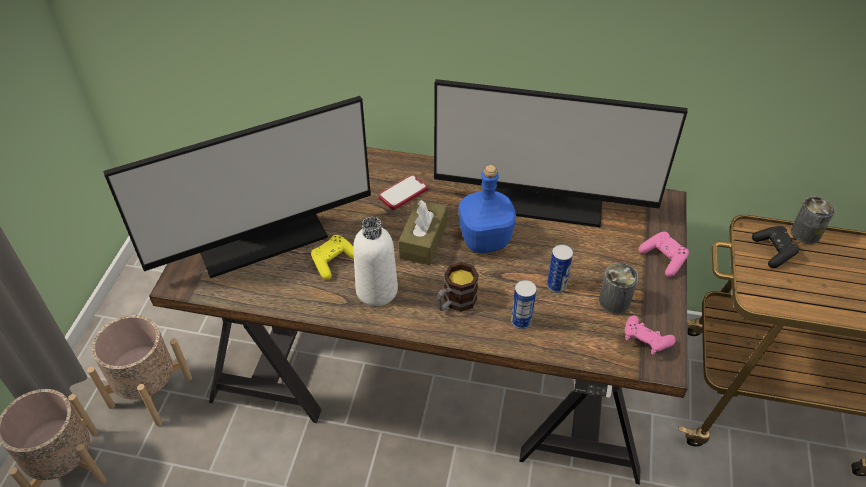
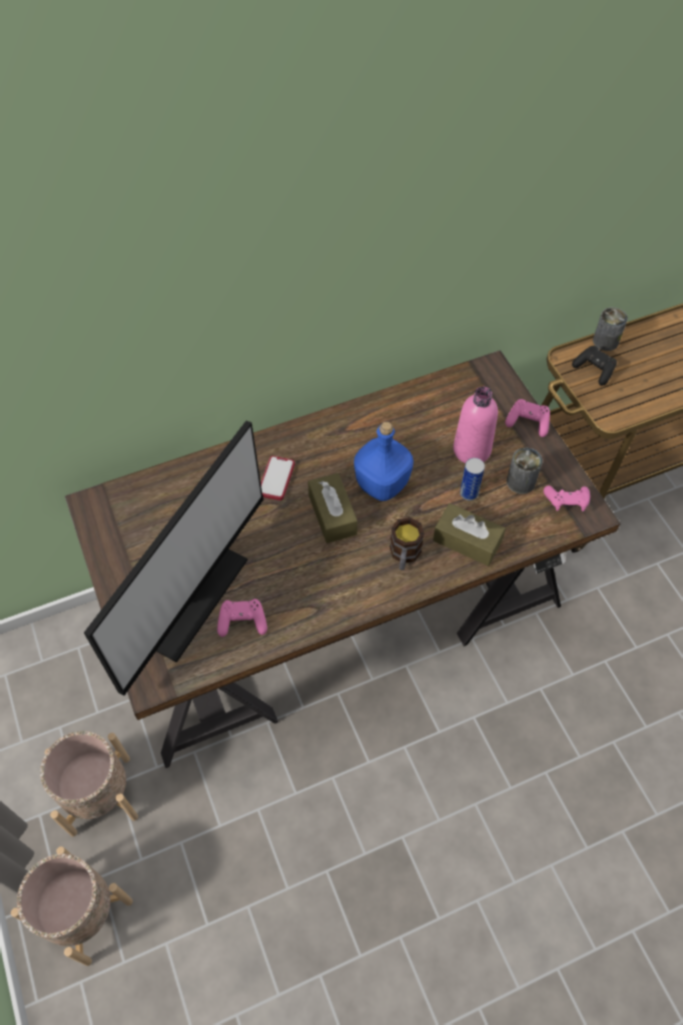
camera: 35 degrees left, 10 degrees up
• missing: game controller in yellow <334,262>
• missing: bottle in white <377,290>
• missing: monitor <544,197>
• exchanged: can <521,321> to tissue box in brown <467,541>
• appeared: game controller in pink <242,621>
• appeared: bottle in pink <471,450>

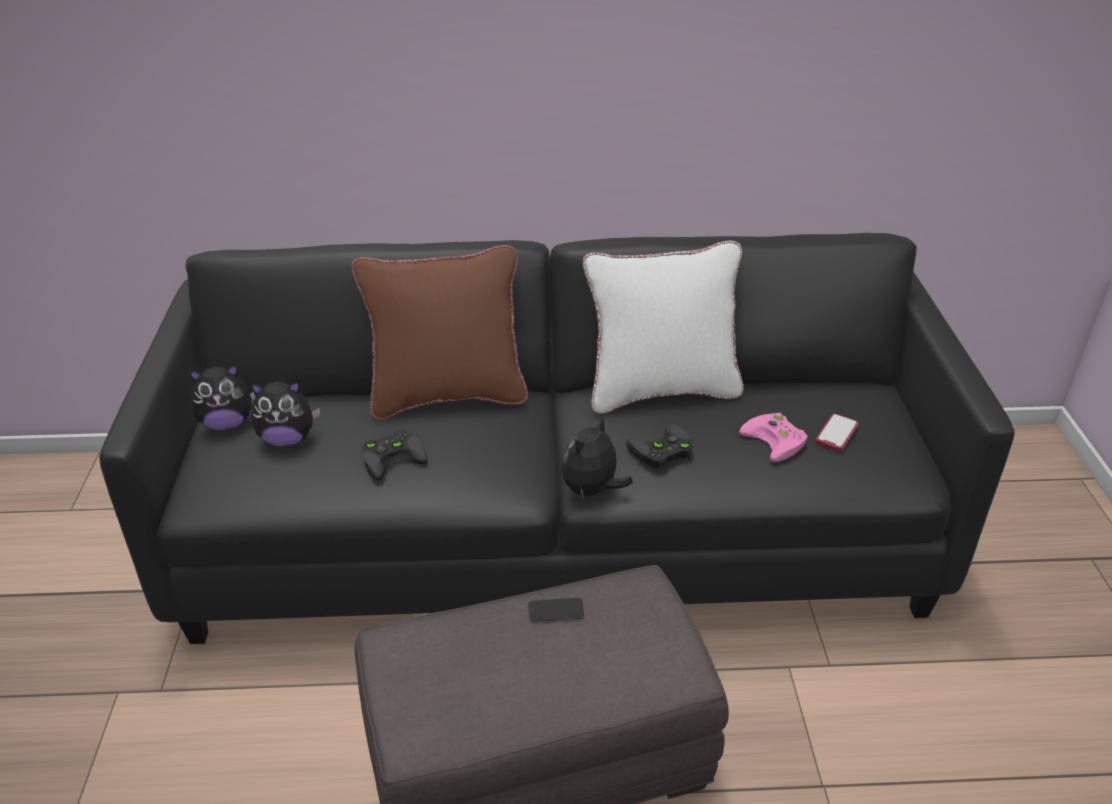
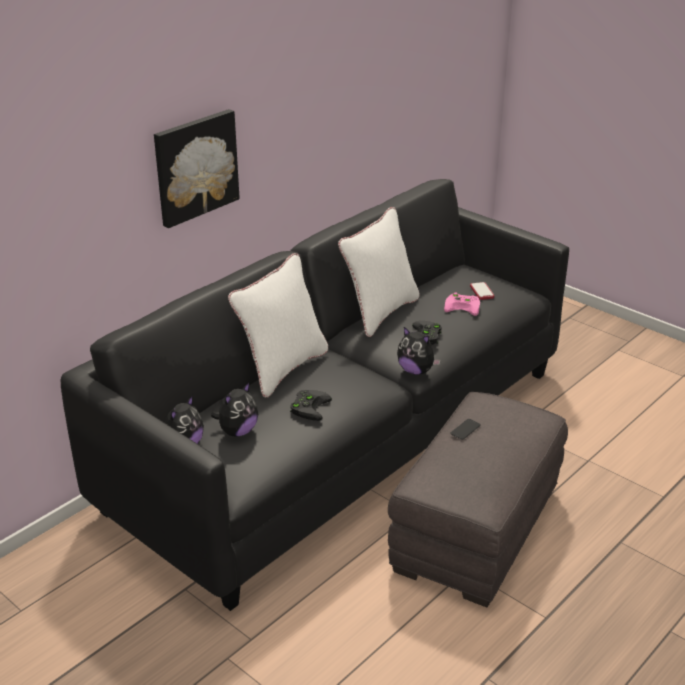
camera: 45 degrees left, 5 degrees down
• colour: pillow in brown <447,395> to pillow in white <282,368>
• spun: plush toy <592,490> = <416,371> 45 degrees counterclockwise
• appeared: picture <195,166>

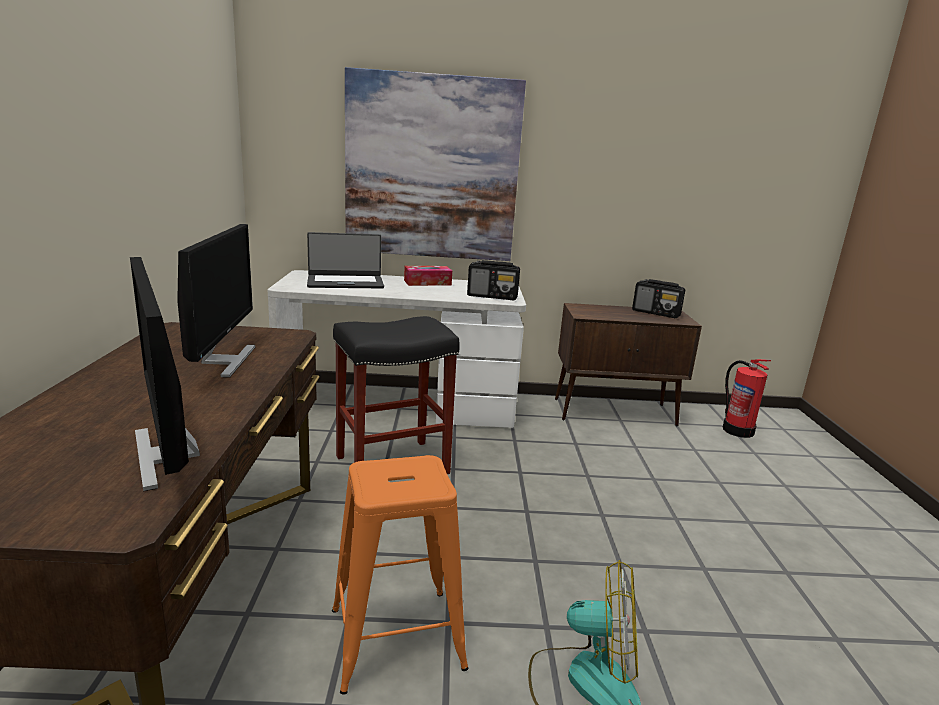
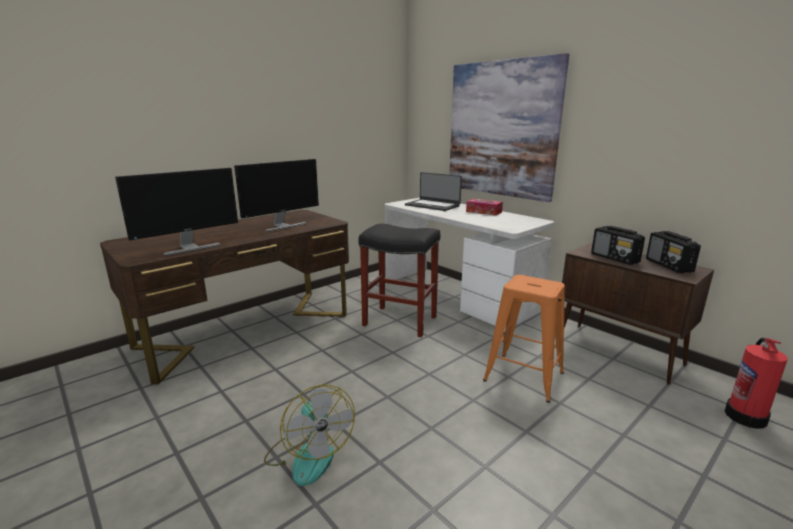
camera: 50 degrees right, 0 degrees up
• spun: monitor <168,454> = <189,248> 150 degrees counterclockwise
• relocated: stool in orange <396,638> to <523,376>
• relocated: radio <492,296> to <615,258>

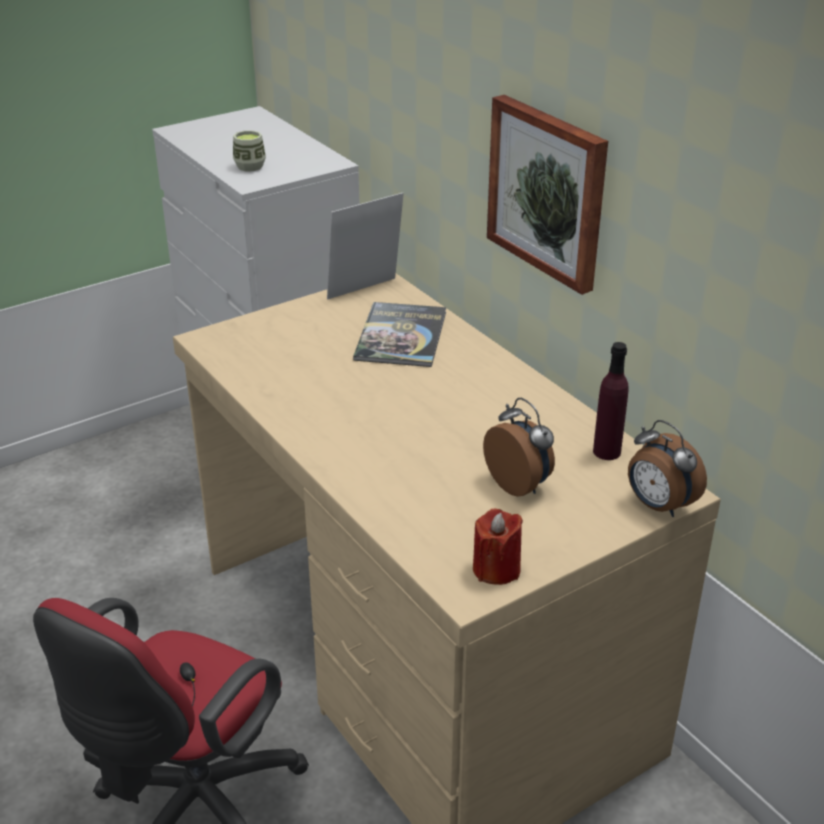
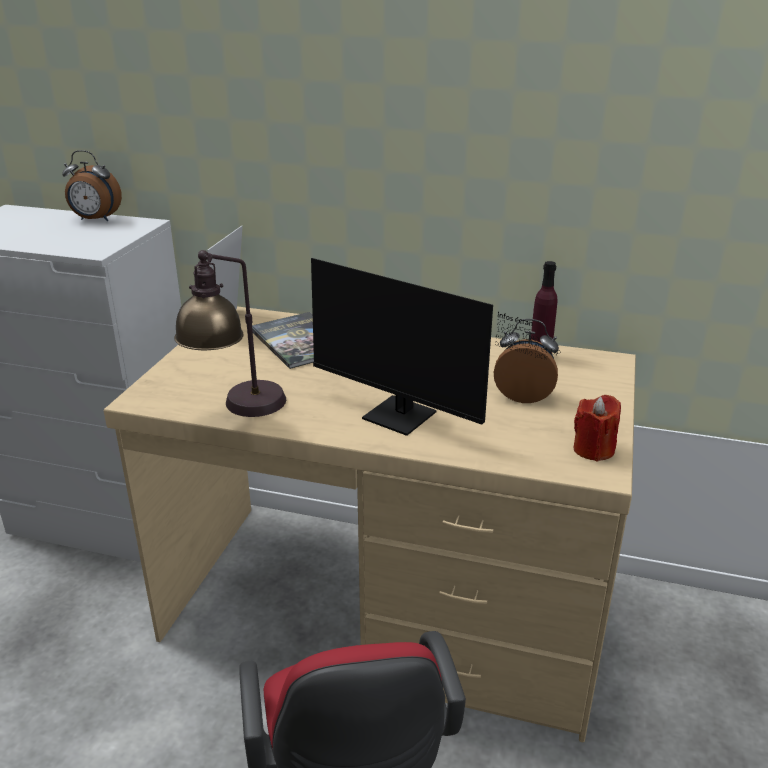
camera: 40 degrees left, 5 degrees down
• missing: cup <250,166>
• missing: picture <548,191>
• relocated: alarm clock <658,506> to <95,220>
• appeared: table lamp <238,411>
• appeared: monitor <406,419>

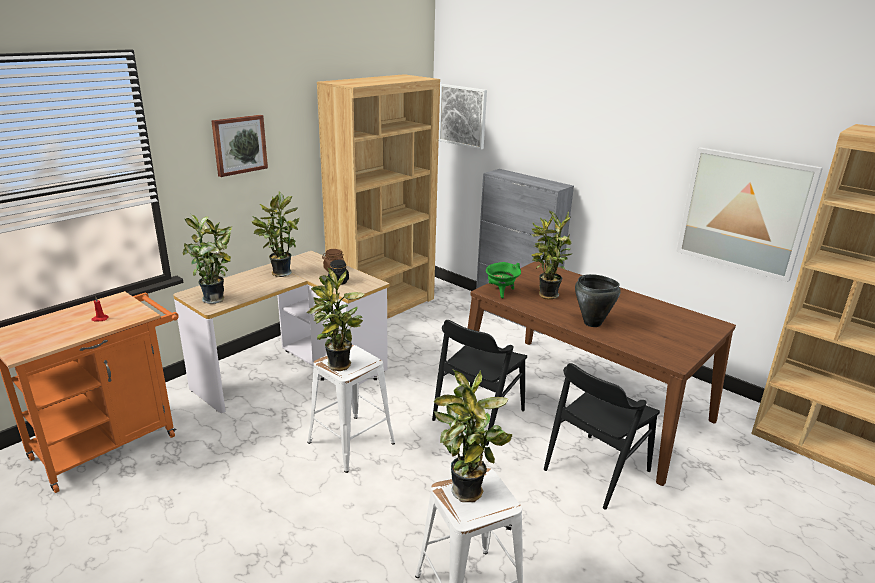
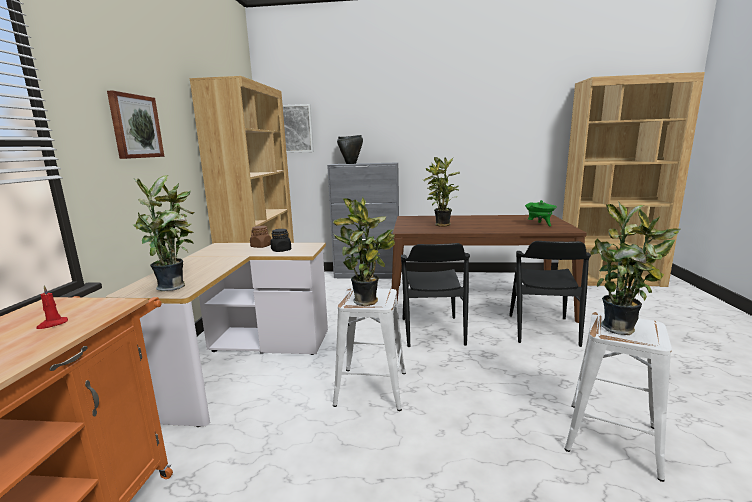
camera: 35 degrees left, 10 degrees down
• missing: potted plant <279,273>
• relocated: cooking pot in green <501,292> to <539,224>
• relocated: cooking pot in black <592,323> to <351,163>
• missing: picture <744,212>

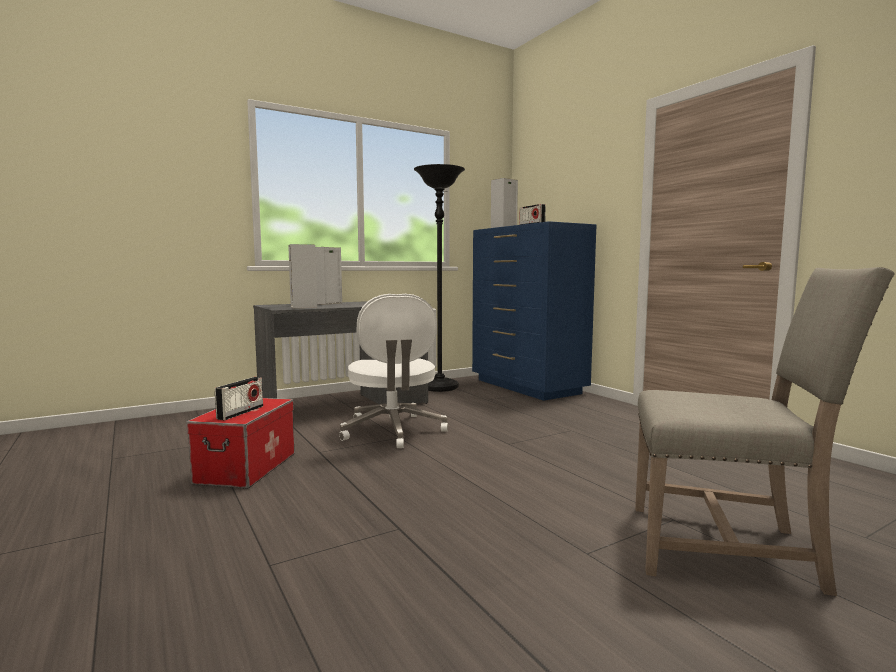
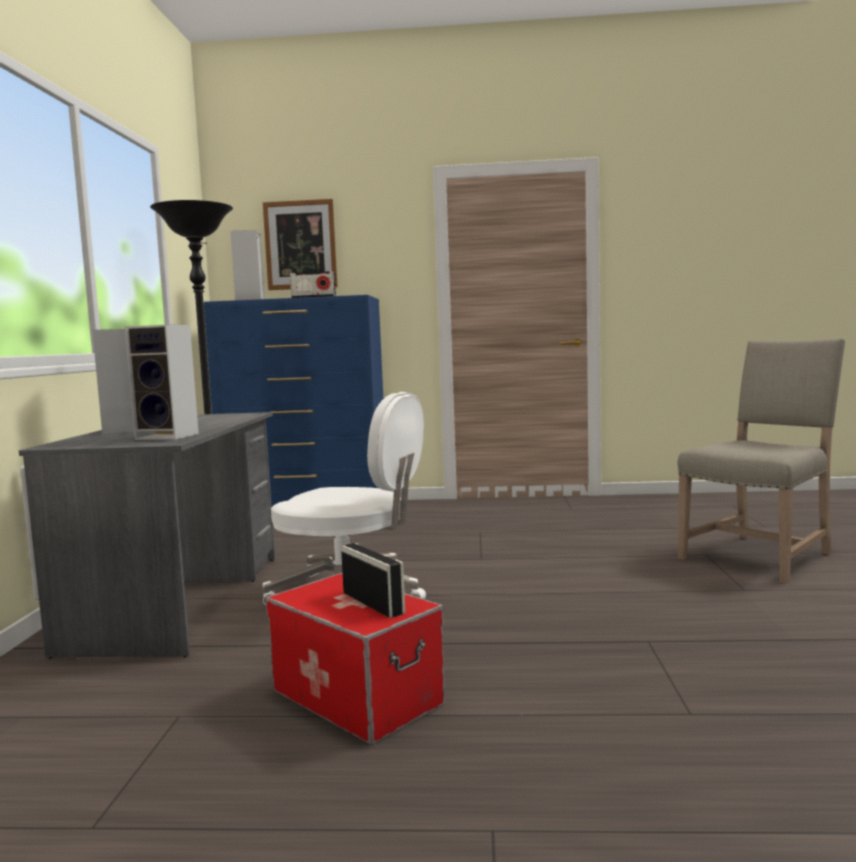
camera: 55 degrees left, 0 degrees up
• appeared: picture <300,245>

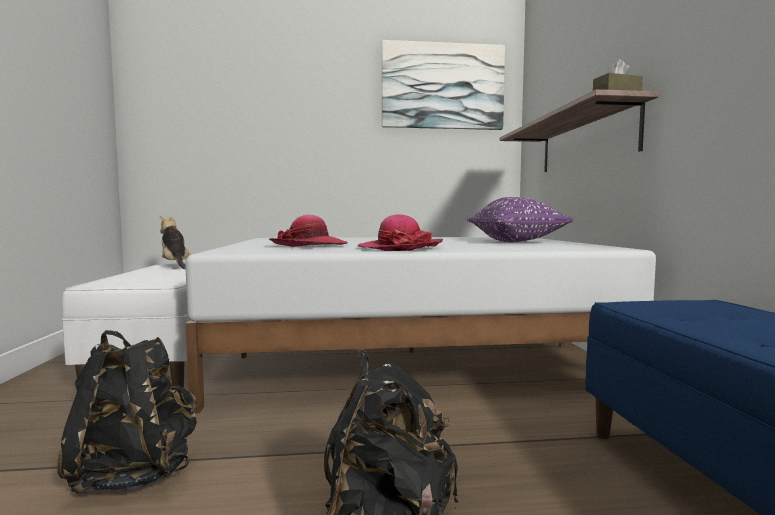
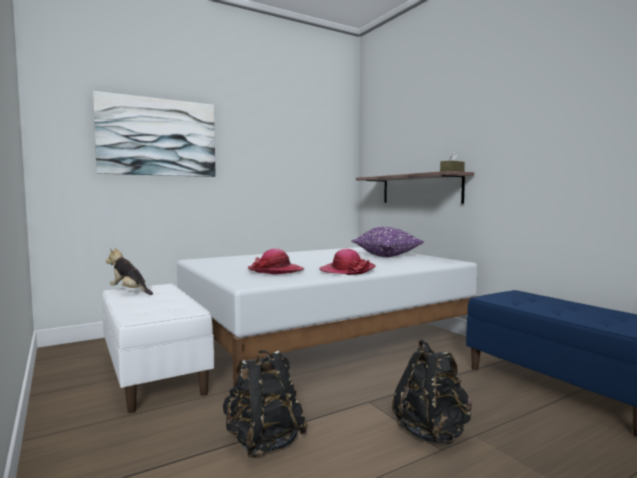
camera: 25 degrees left, 0 degrees up
• relocated: picture <442,86> to <158,137>

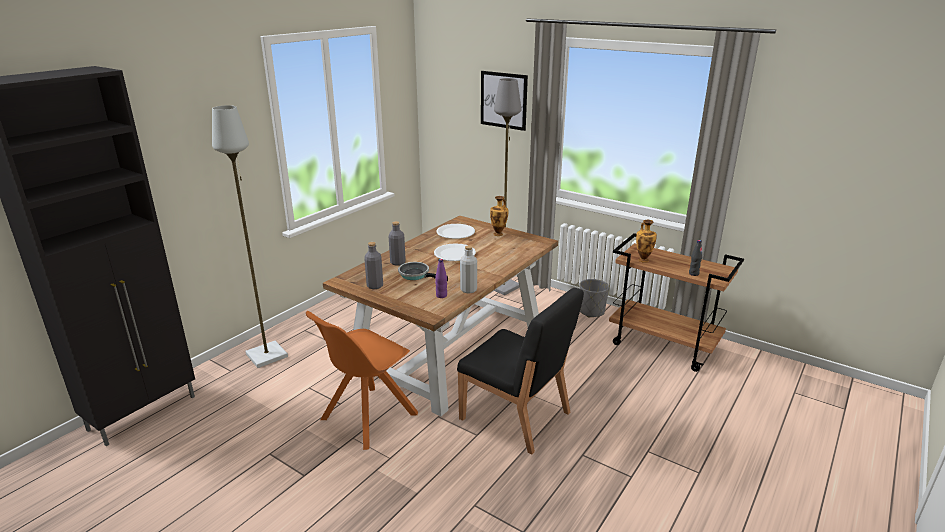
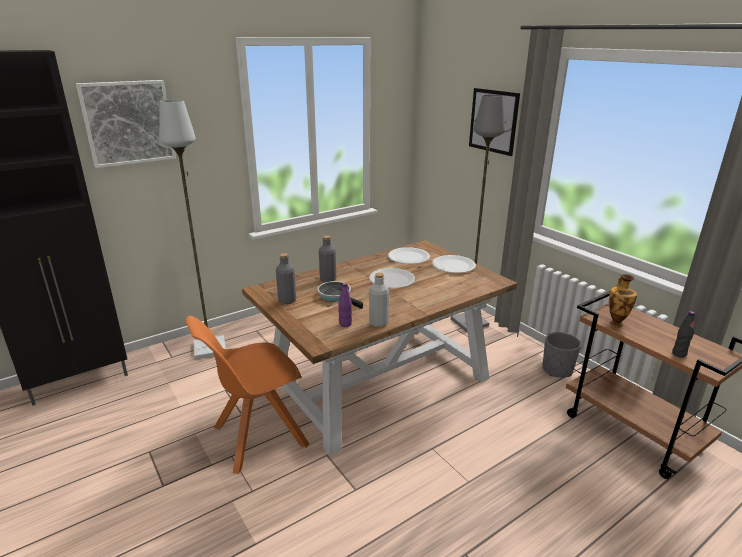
camera: 20 degrees right, 0 degrees up
• missing: chair in black <516,416>
• exchanged: vase <498,234> to plate in white <453,265>
• appeared: picture <128,123>

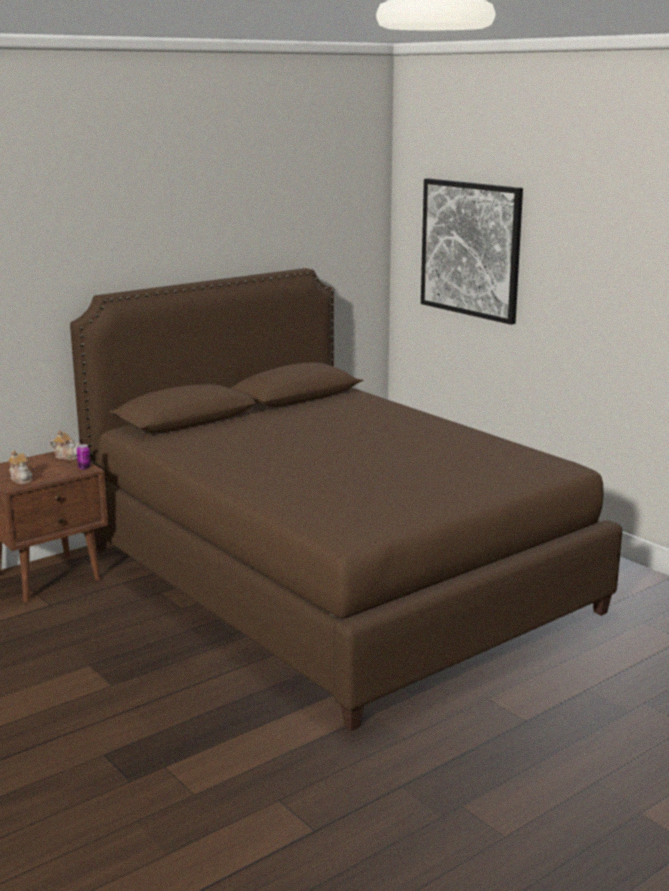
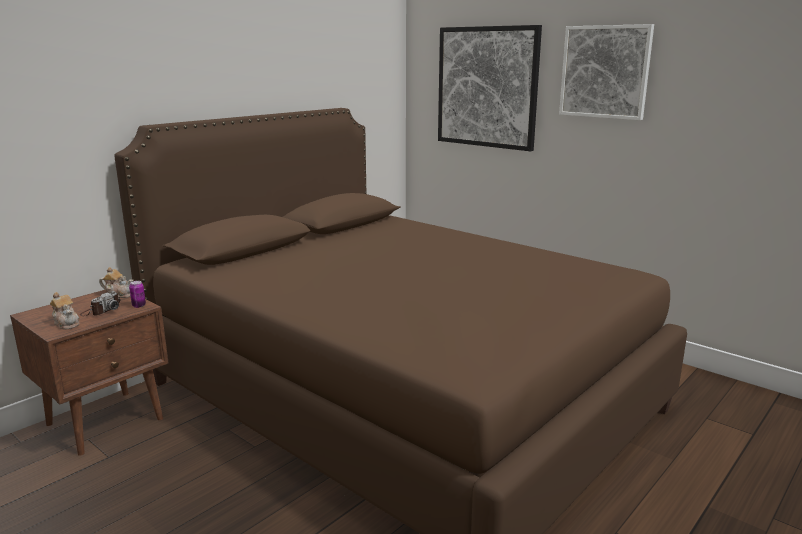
camera: 10 degrees left, 0 degrees up
• appeared: photo camera <101,311>
• appeared: picture <605,72>

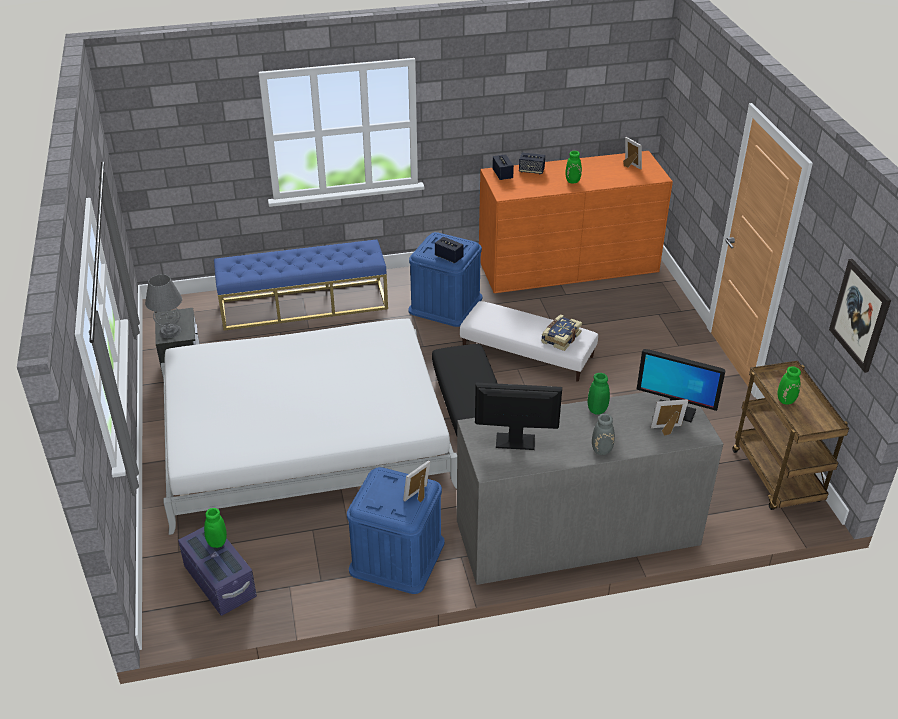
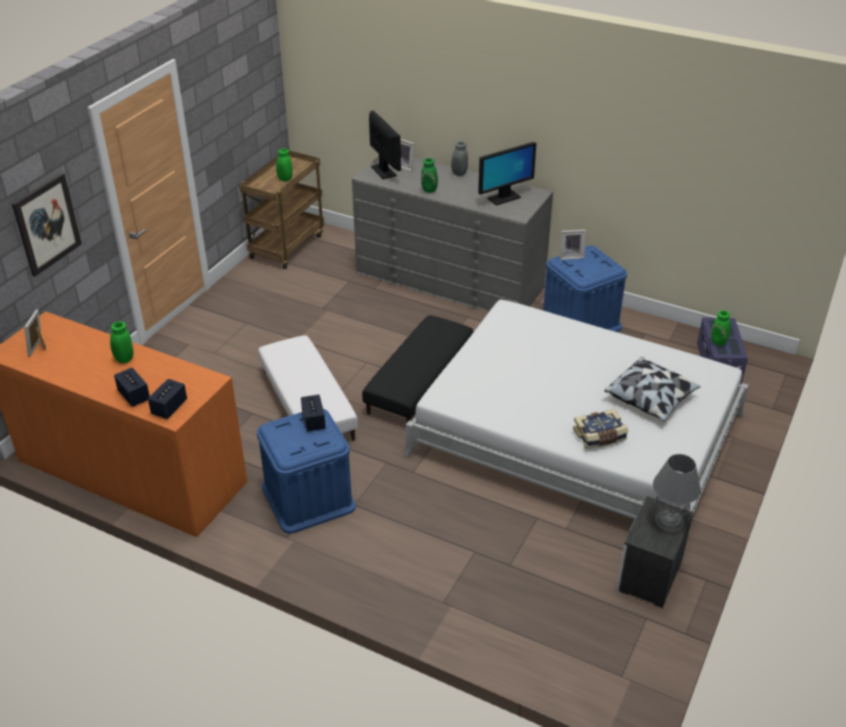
camera: 140 degrees left, 0 degrees up
• missing: bench in blue <304,305>
• spun: monitor <515,441> = <503,198> 75 degrees counterclockwise
• relocated: book <560,337> to <600,436>
• relocated: picture <860,315> to <46,224>
• appeared: pillow <651,398>

